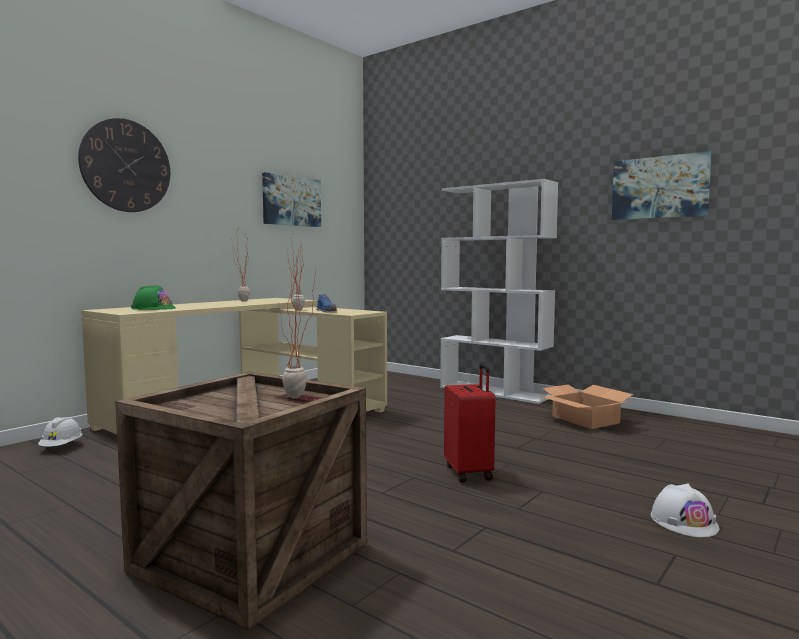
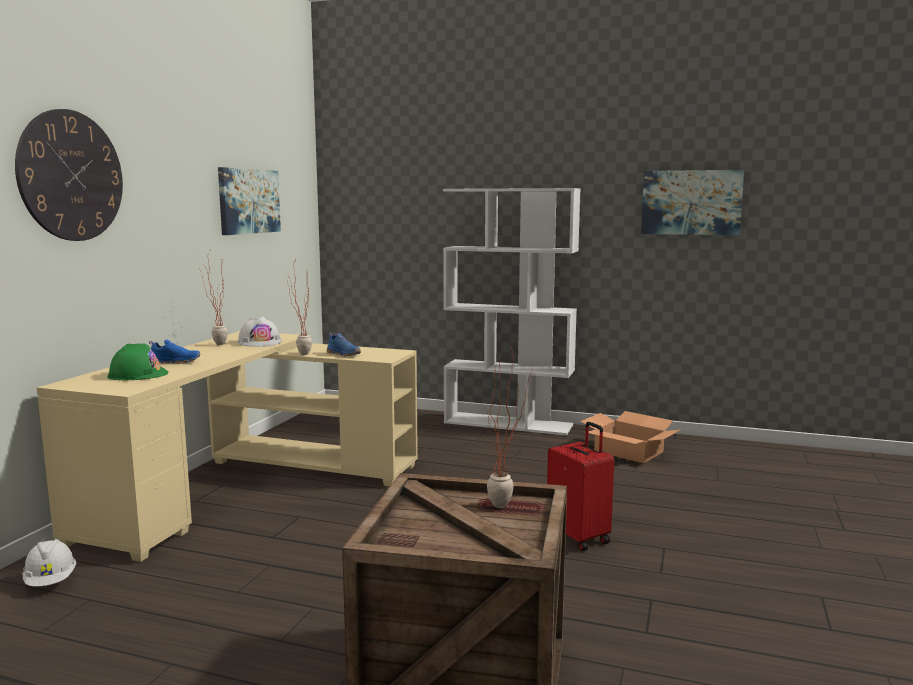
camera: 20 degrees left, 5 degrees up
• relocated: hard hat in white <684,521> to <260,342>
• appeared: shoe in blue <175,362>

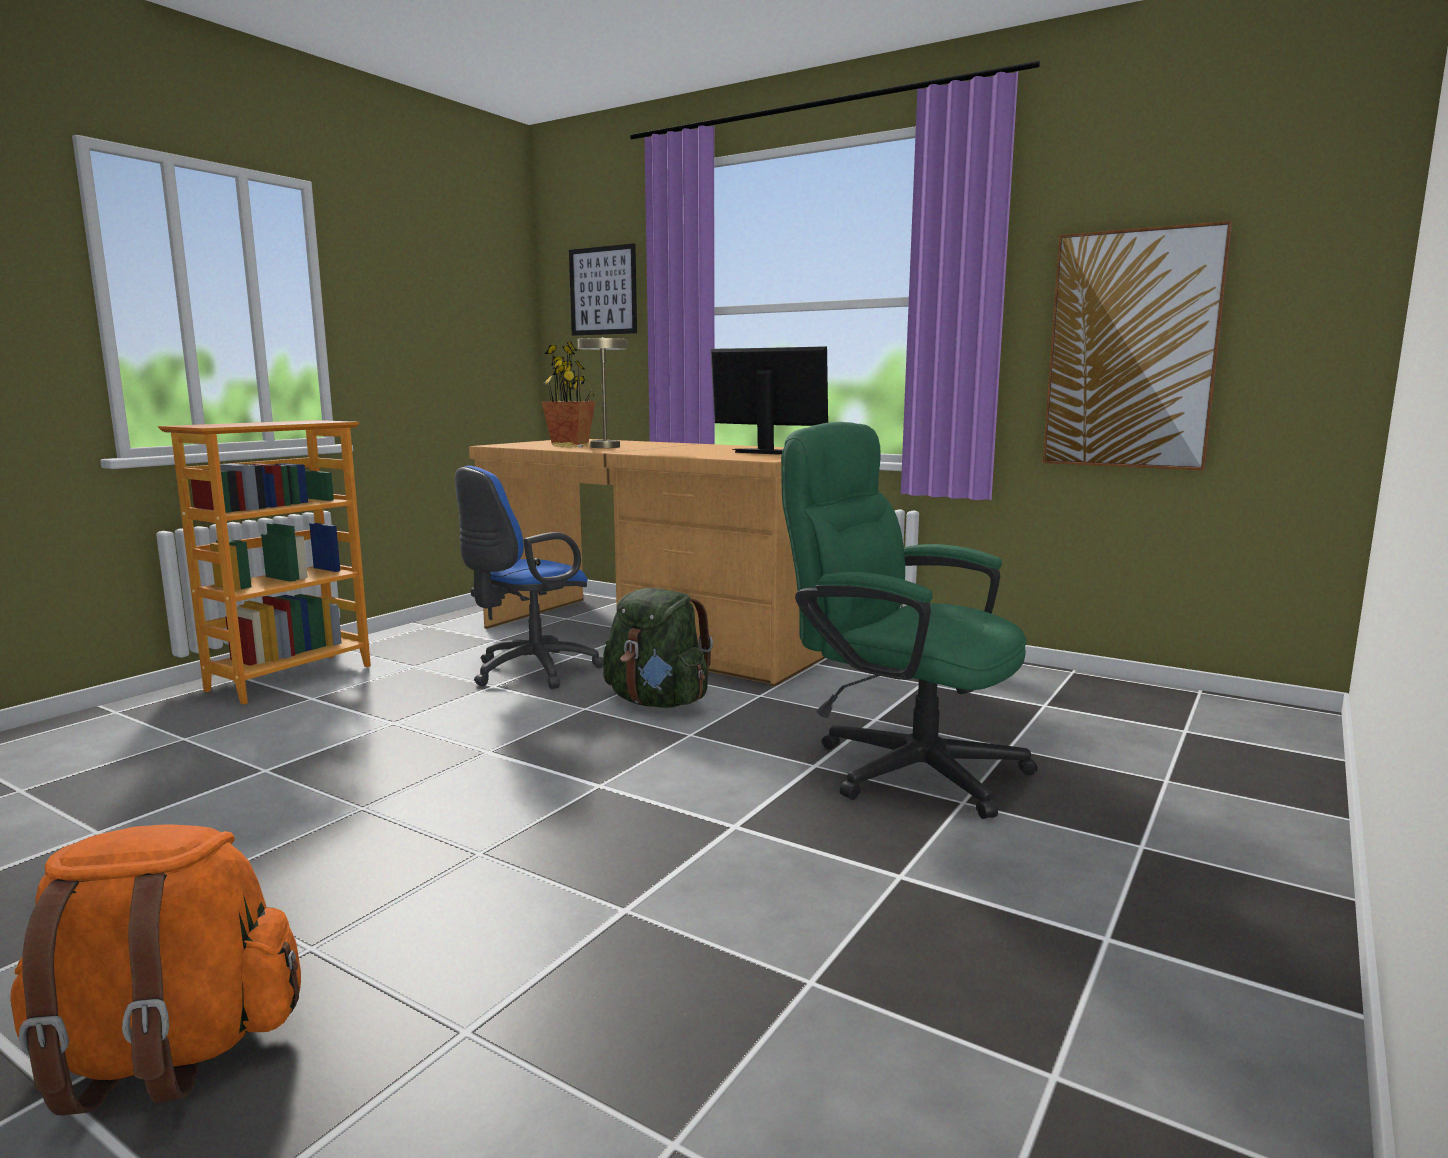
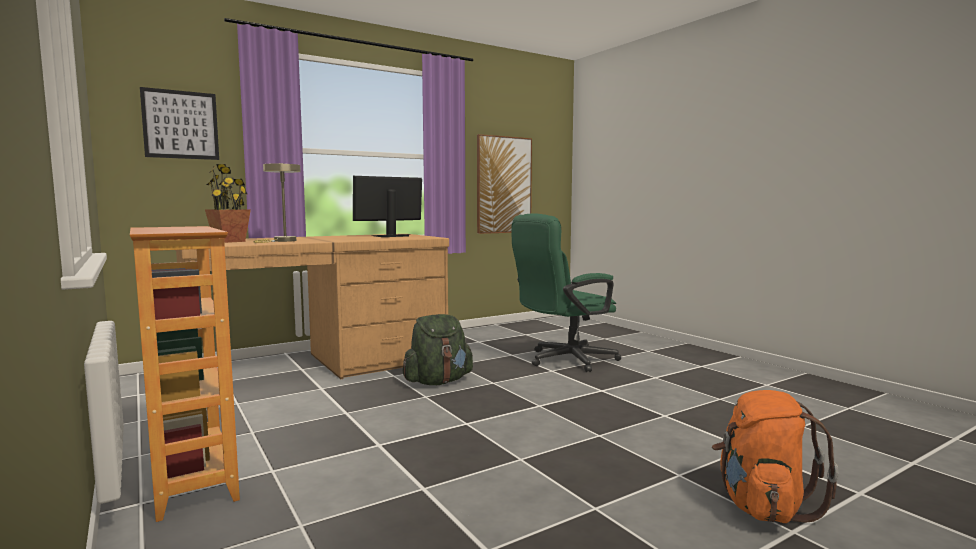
camera: 65 degrees left, 5 degrees down
• missing: office chair in blue <529,672>

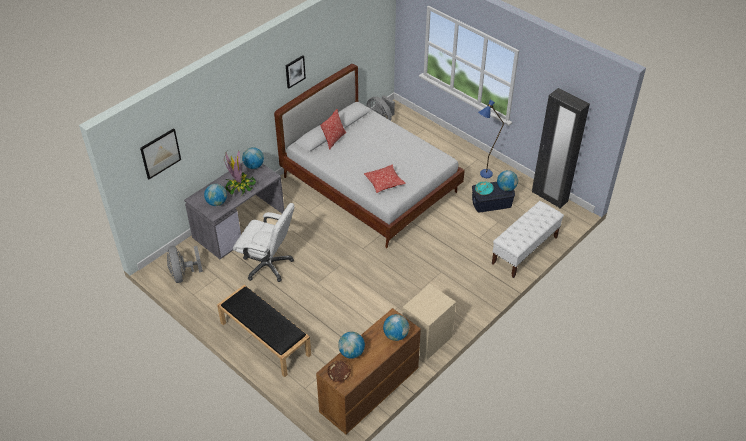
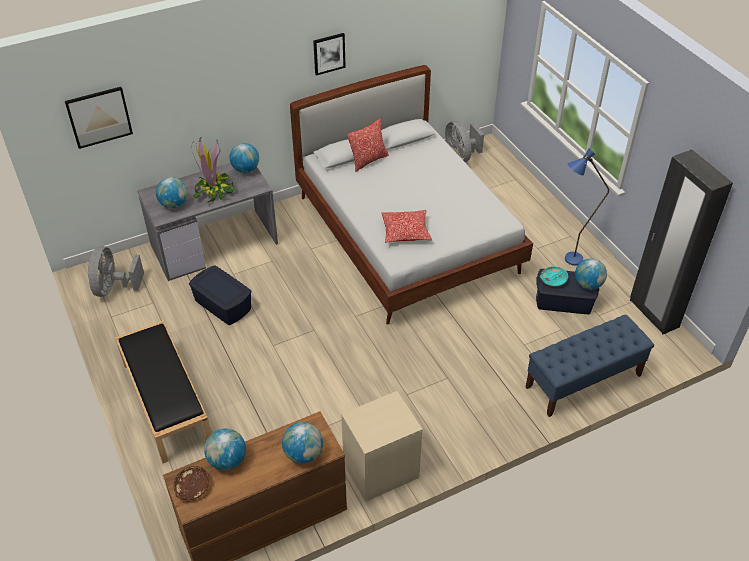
camera: 20 degrees right, 0 degrees up
• exchanged: office chair in white <268,265> to storage box in blue <222,305>
• colour: bench in white <524,250> to bench in blue <583,381>

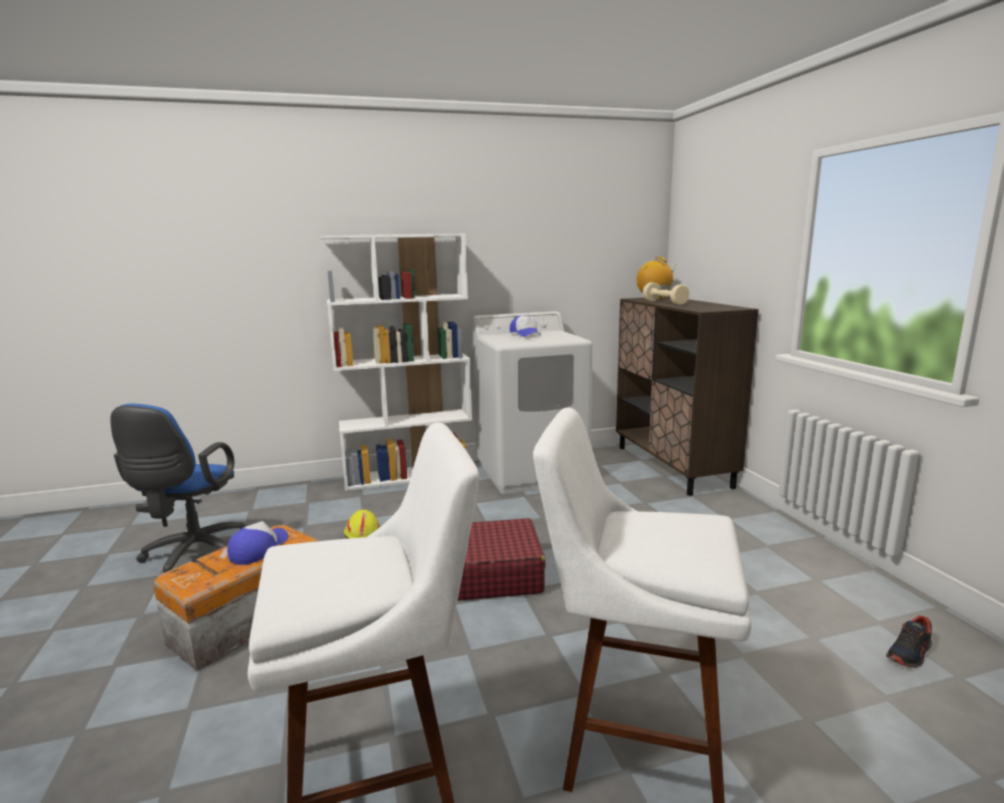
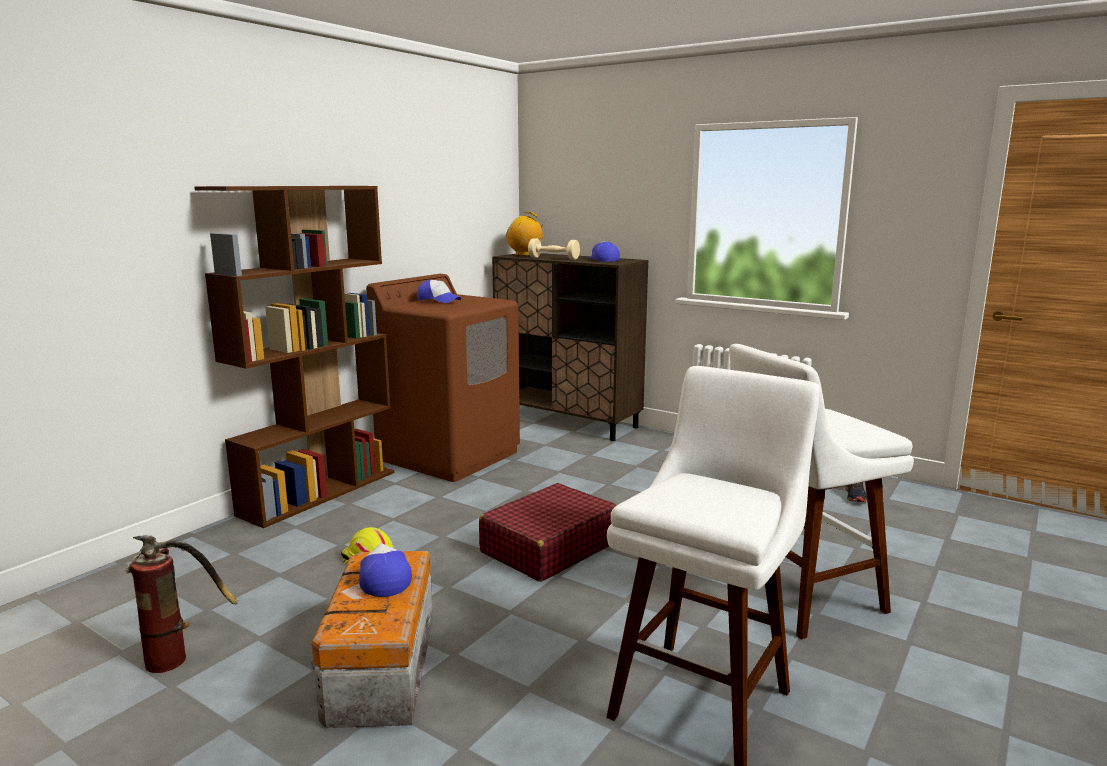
camera: 40 degrees left, 0 degrees up
• exchanged: office chair in blue <193,556> to fire extinguisher <181,653>
• colour: bookcase in white <409,475> to bookcase in brown <319,492>
• colour: washing machine in white <531,471> to washing machine in brown <450,455>
• appeared: cap <603,259>

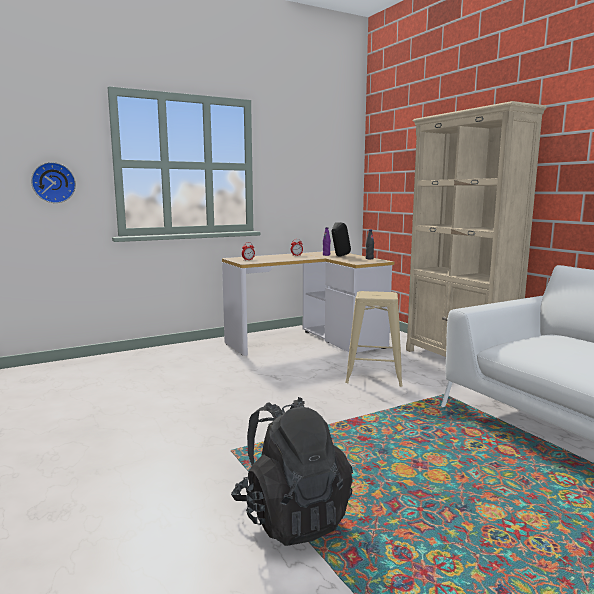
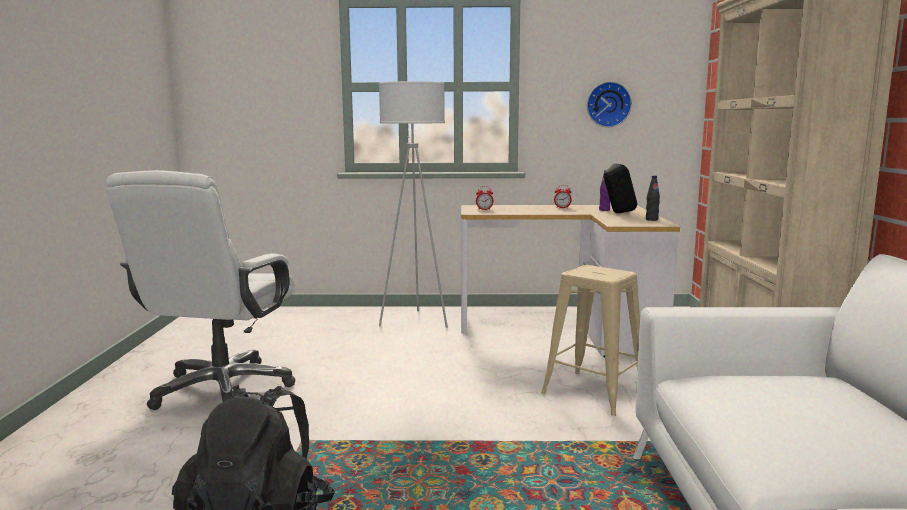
camera: 30 degrees right, 0 degrees up
• relocated: wall clock <53,182> to <608,104>
• appeared: office chair in white <222,389>
• appeared: floor lamp in white <415,321>

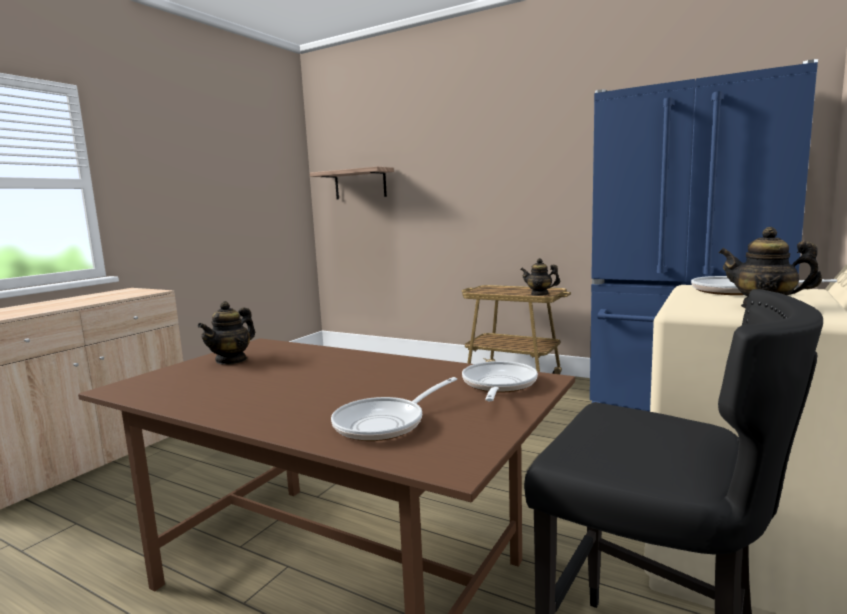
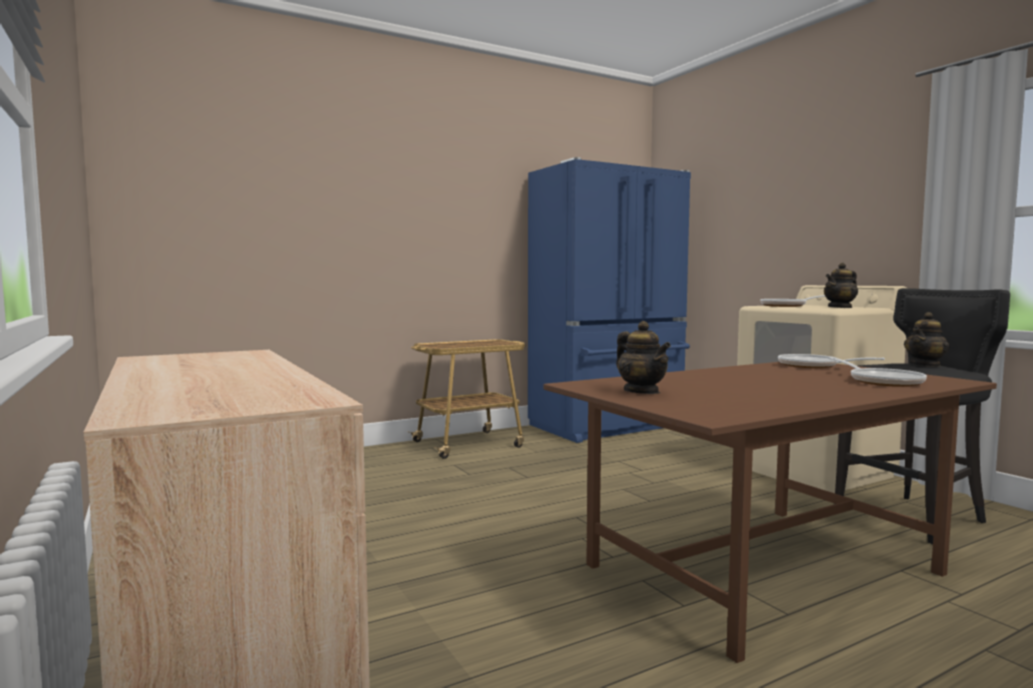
camera: 60 degrees left, 5 degrees down
• missing: shelf <360,184>
• relocated: teapot <539,294> to <925,365>

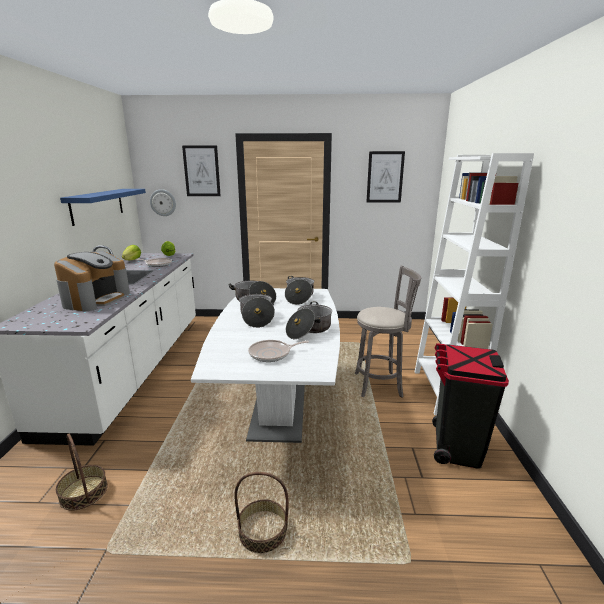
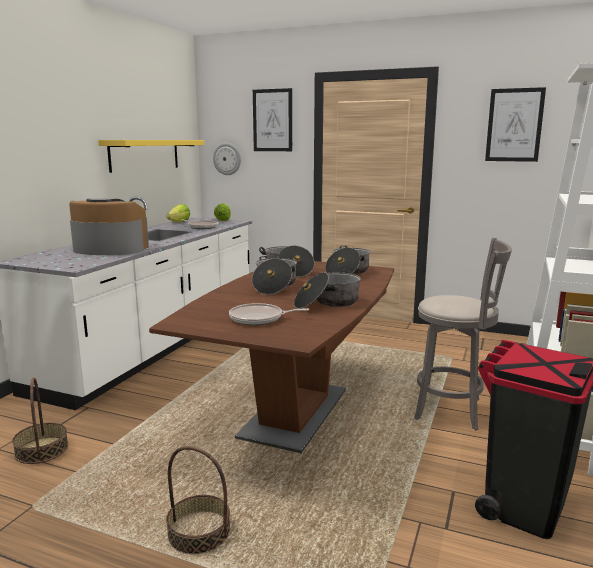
camera: 20 degrees right, 5 degrees down
• spun: coffee machine <96,299> = <109,249> 120 degrees counterclockwise
• colour: shelf in blue <97,205> to shelf in yellow <145,155>
• colour: dining table in white <278,409> to dining table in brown <295,413>

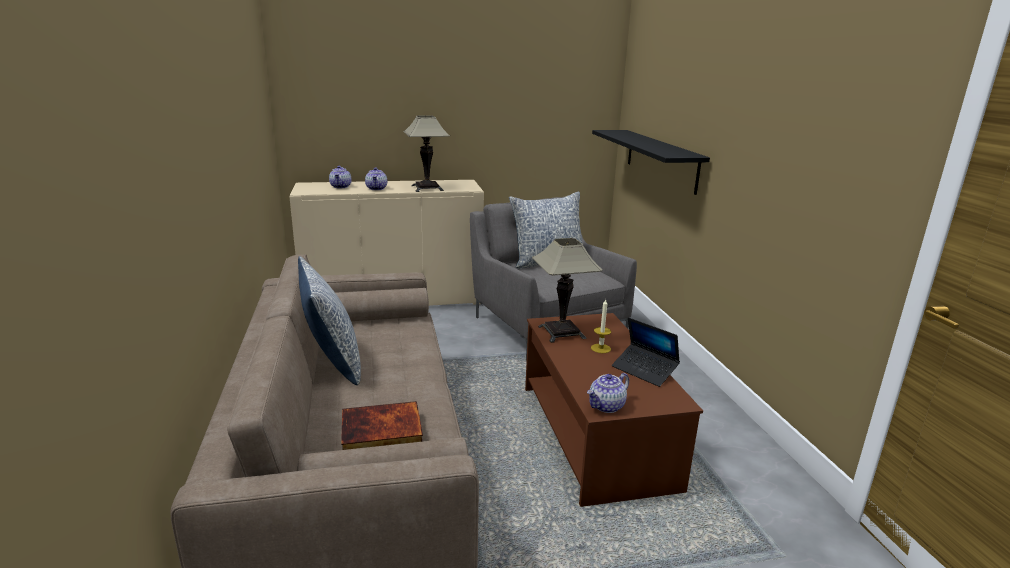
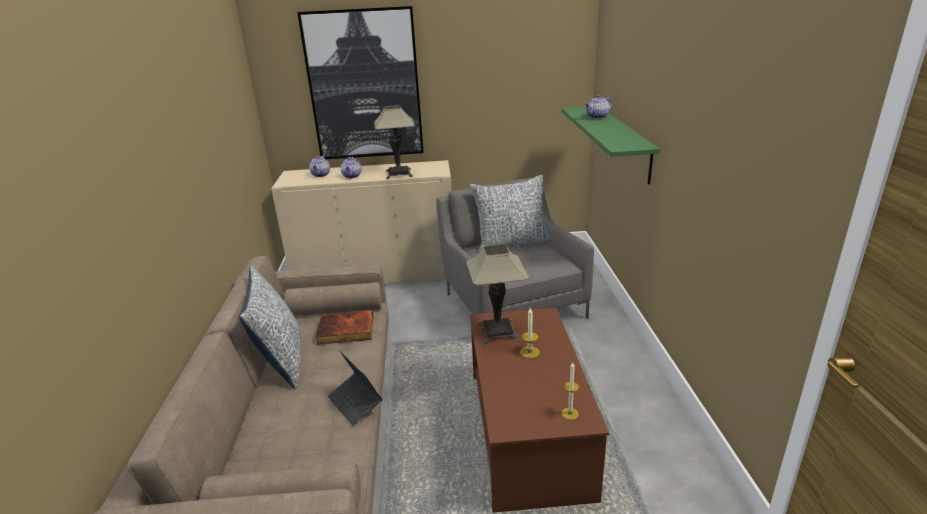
camera: 10 degrees right, 5 degrees up
• relocated: book <381,433> to <345,330>
• relocated: teapot <606,406> to <597,117>
• colour: shelf in black <661,159> to shelf in green <623,142>
• relocated: laptop <644,370> to <355,403>
• appeared: picture <364,86>
• appeared: candle <570,413>

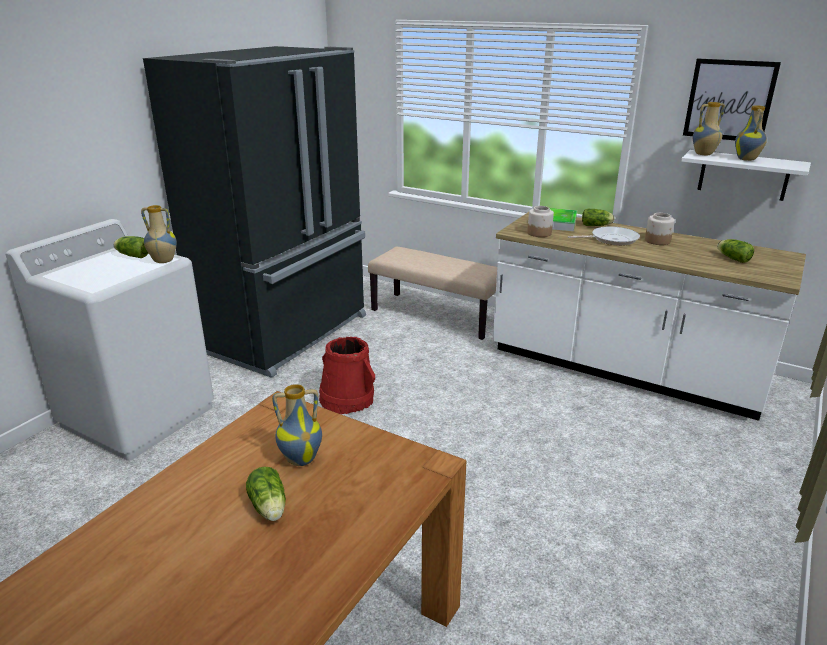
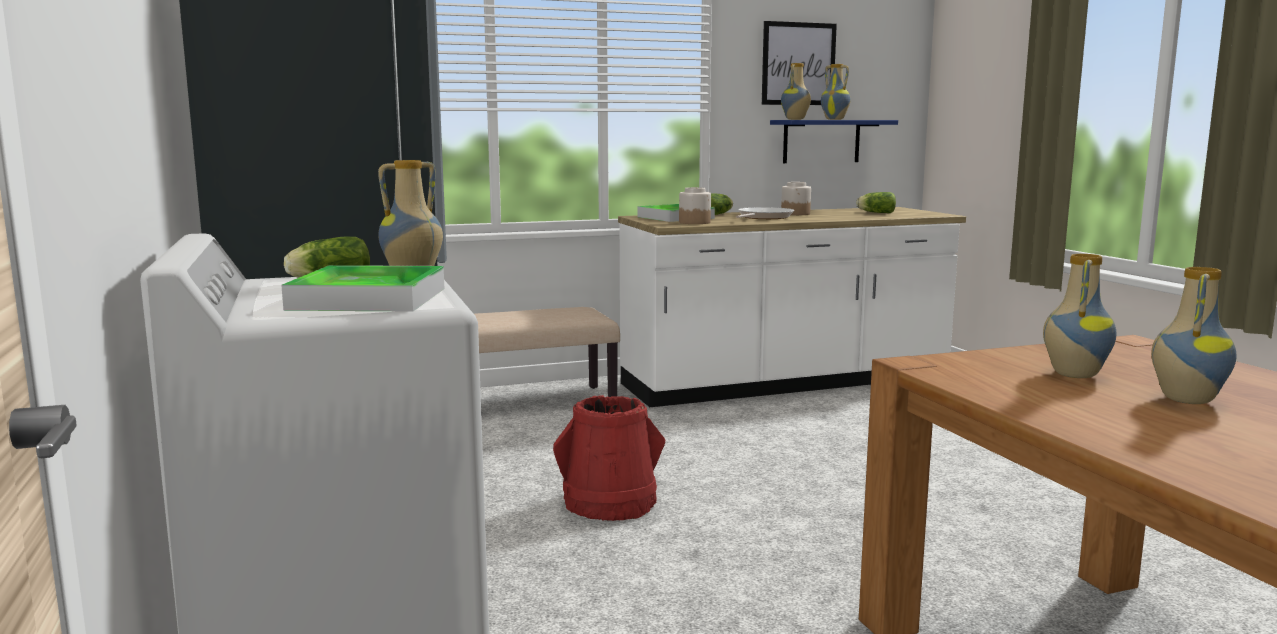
camera: 50 degrees left, 15 degrees down
• exchanged: lettuce <269,508> to vase <1184,399>
• colour: shelf in white <743,175> to shelf in blue <821,141>
• appeared: tray <369,299>

